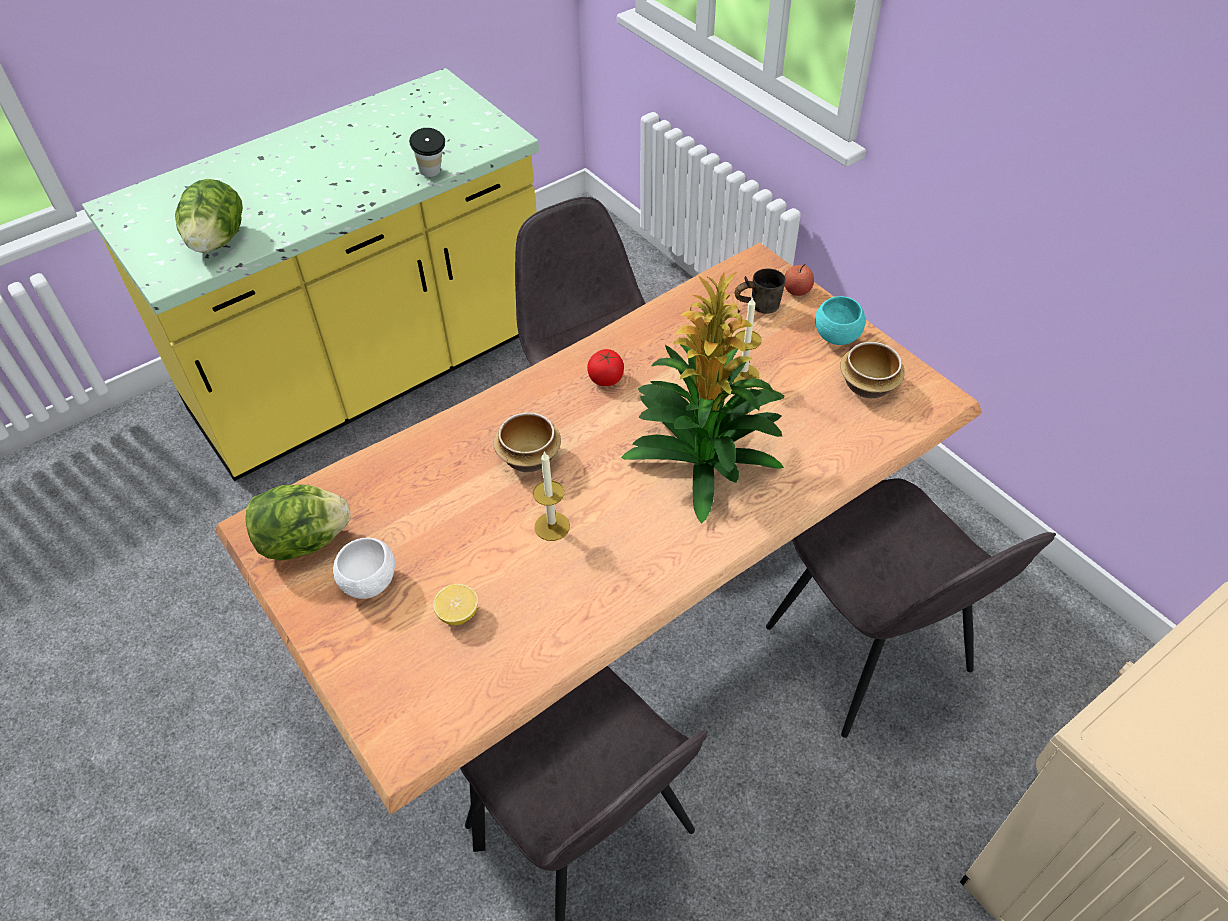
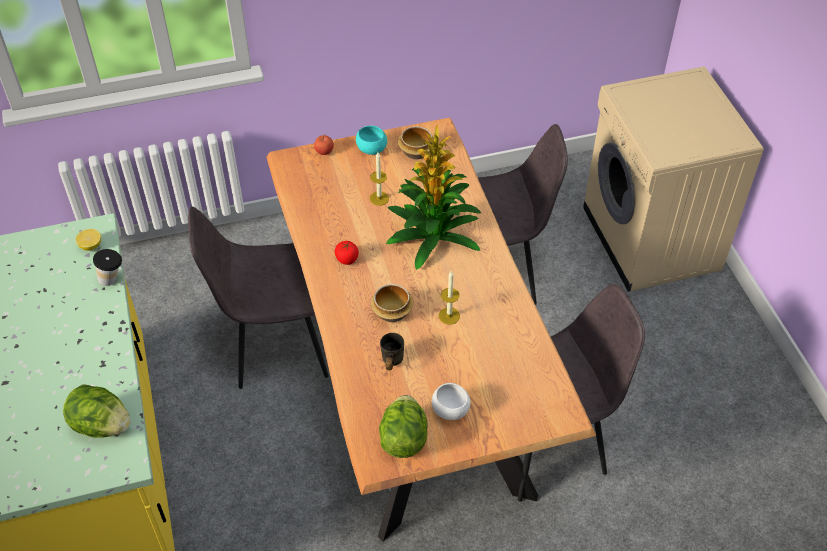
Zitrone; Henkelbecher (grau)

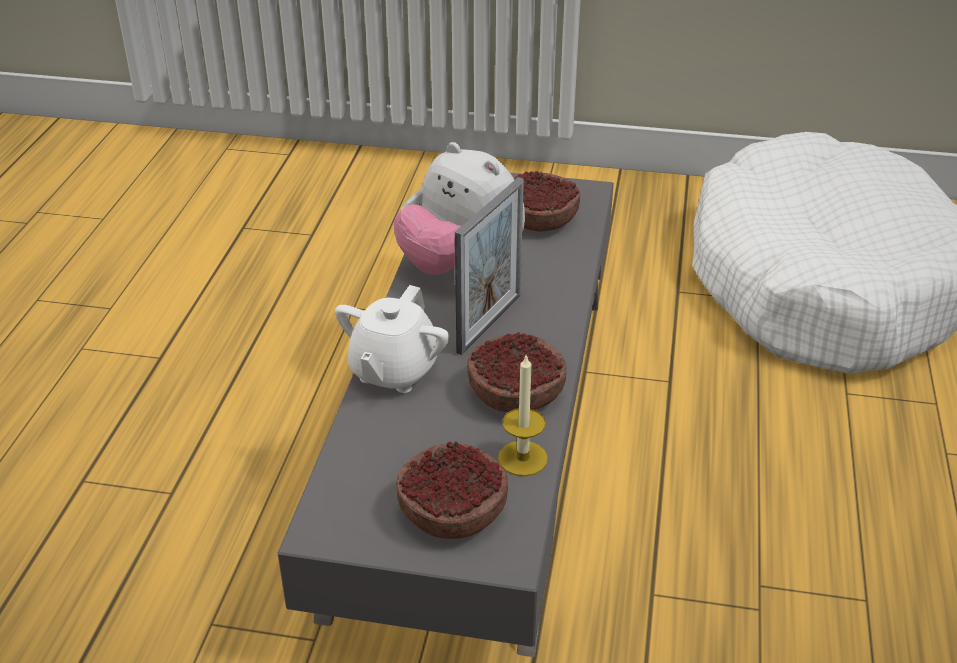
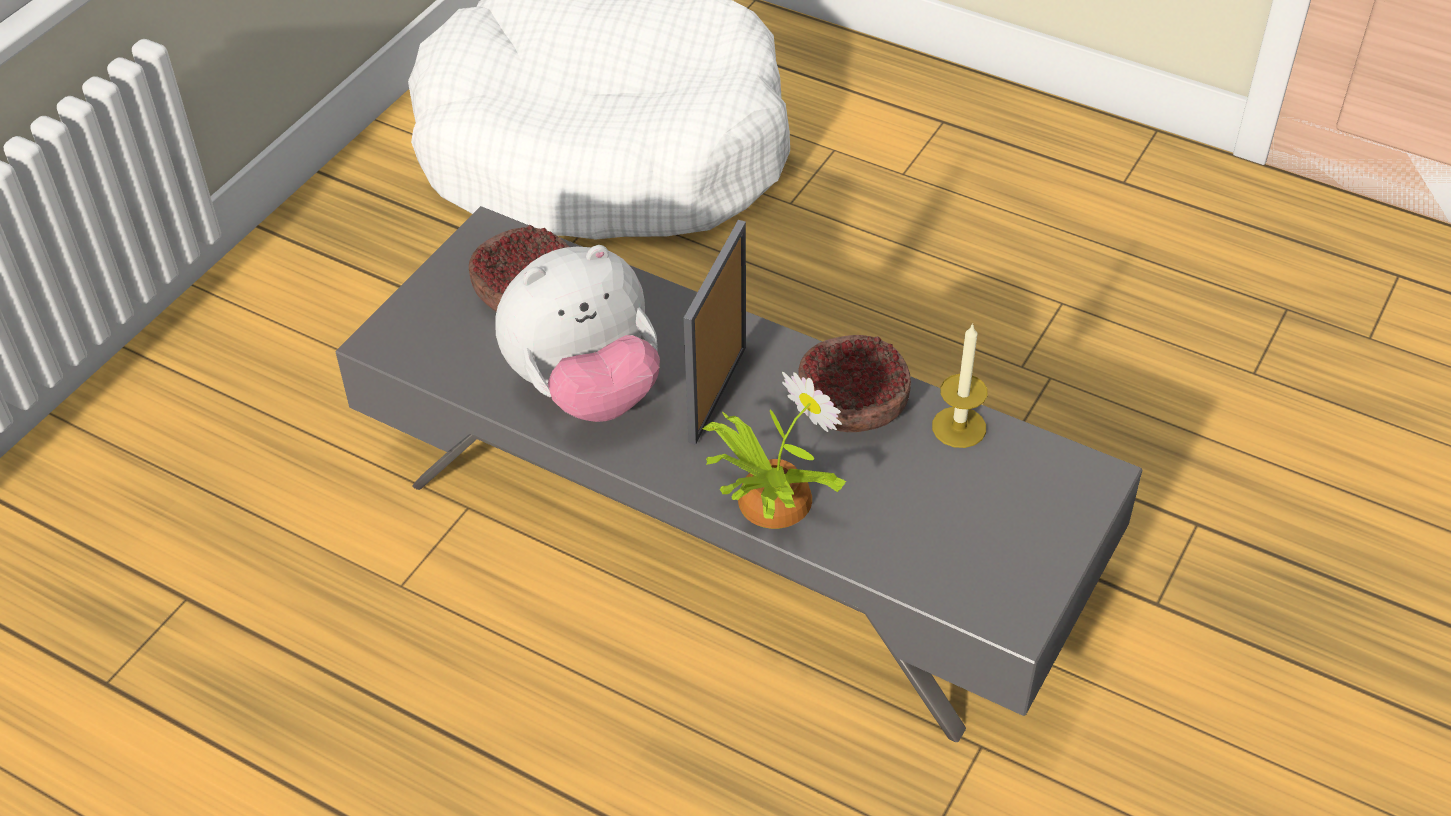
Topfpflanze; Schüssel (1st from left in the first image); Bilderrahmen

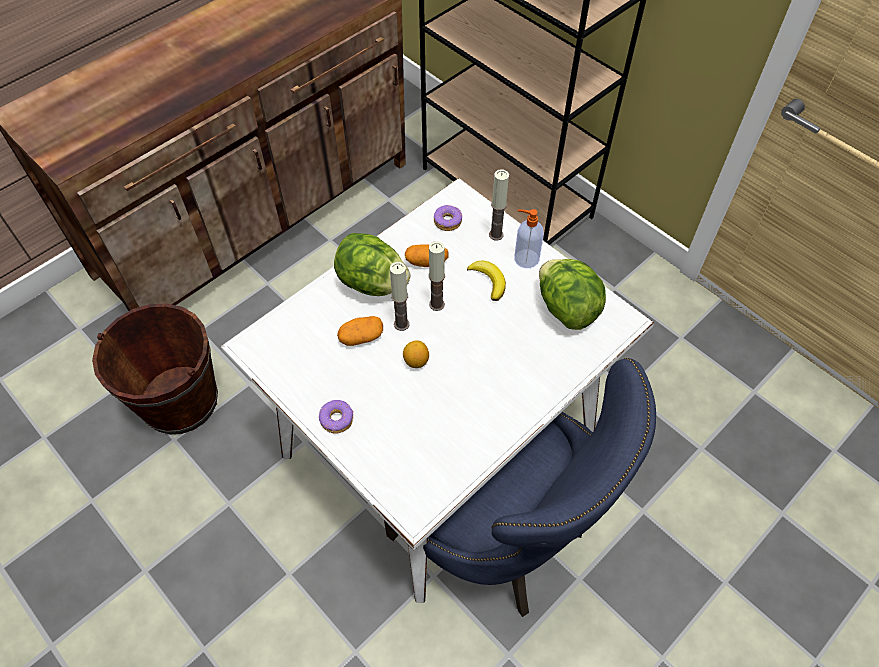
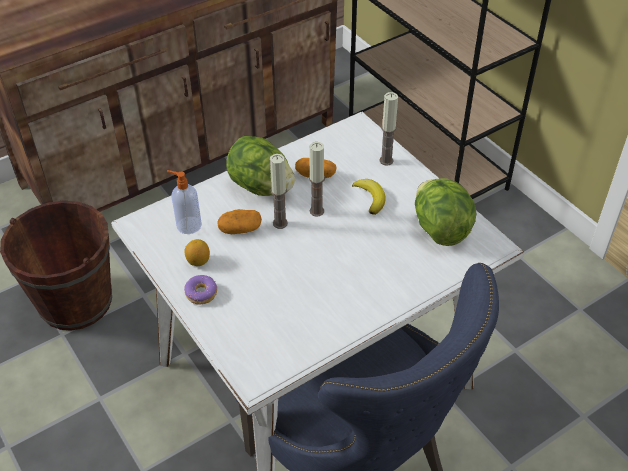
Zitrone; Donut (2nd from left in the first image); Seifenspender

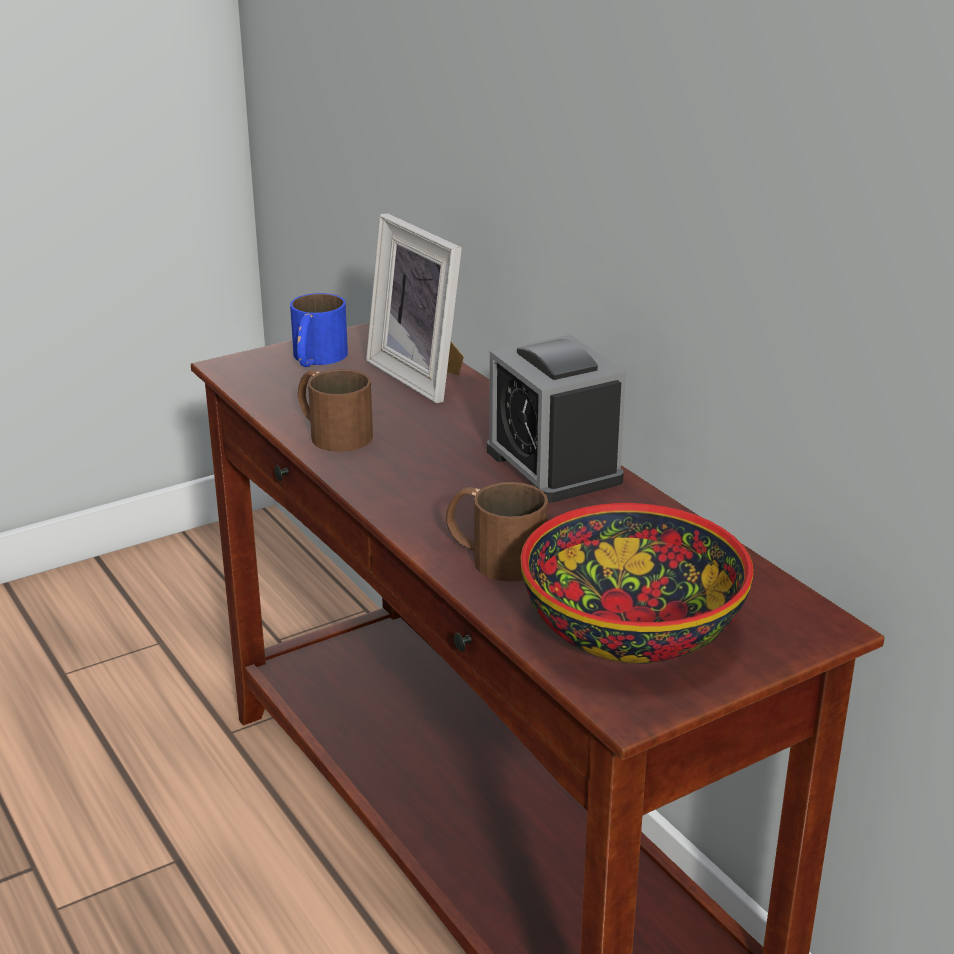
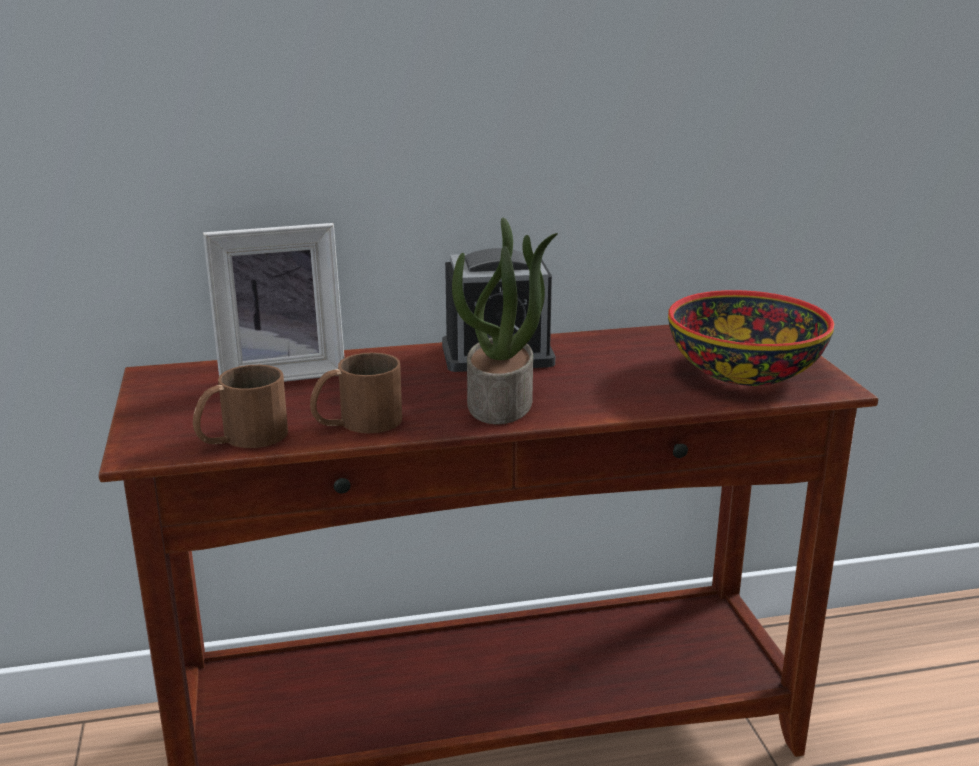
Henkelbecher (blau); Henkelbecher (braun) (1st from left); Topfpflanze

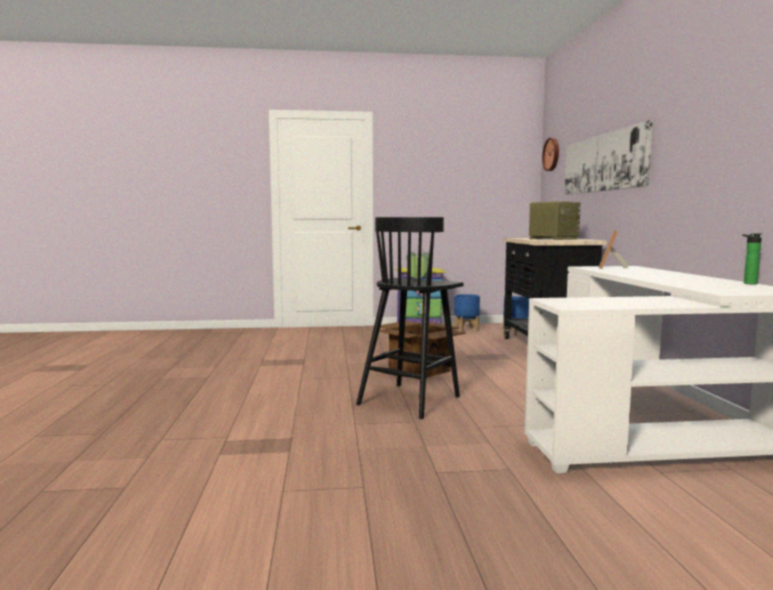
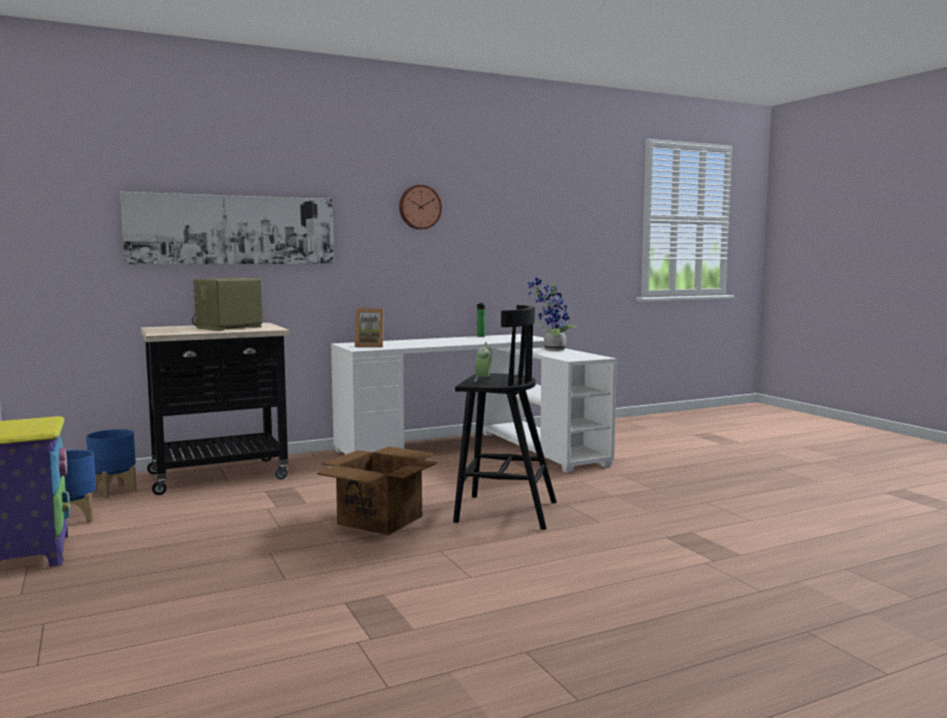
Wanduhr; Topfpflanze

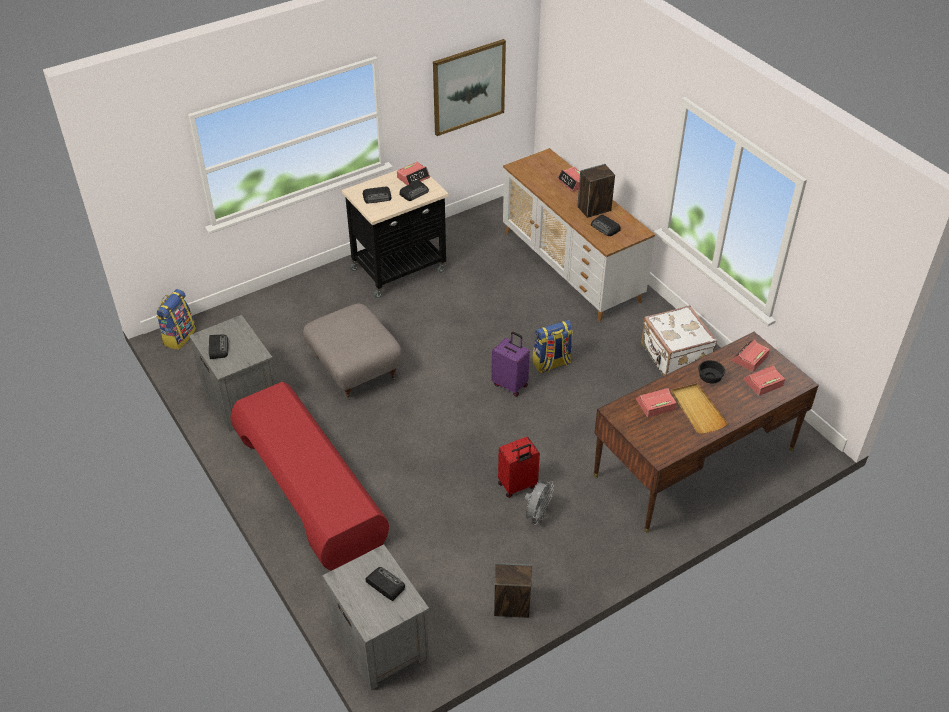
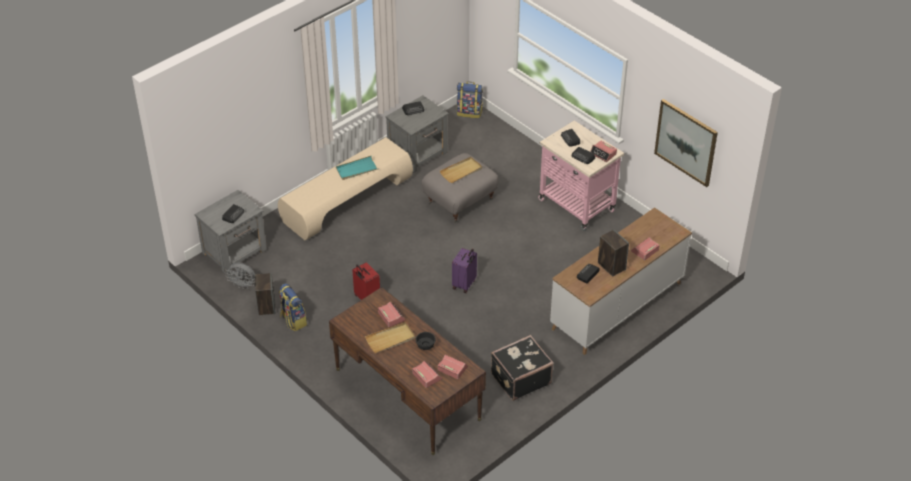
Bank (beige); Rollwagen (rosa); Ventilator (grau); Rucksack (1st from left); Koffer (schwarz); Tablett (türkis); Tablett (beige) (2nd from left)

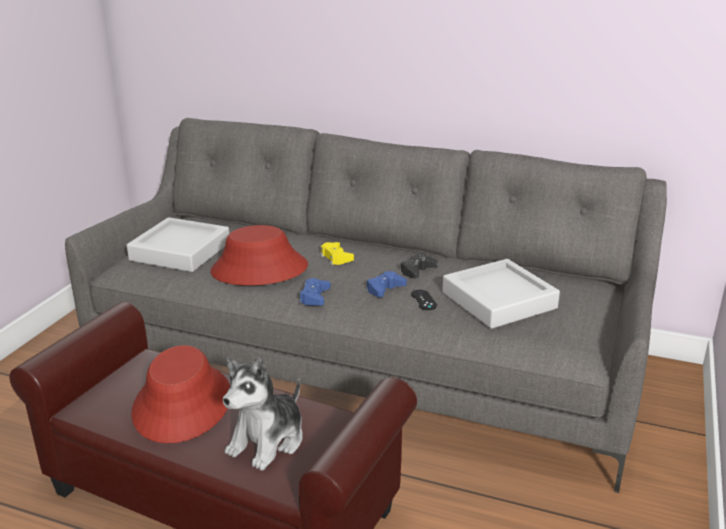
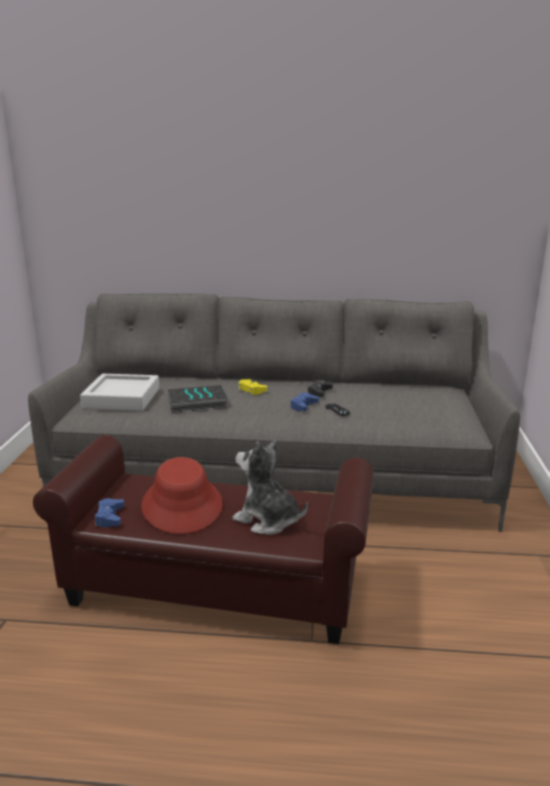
Buch; Plüschtier; Gamepad (blau) (1st from left); Tablett (grau) (2nd from left in the first image)

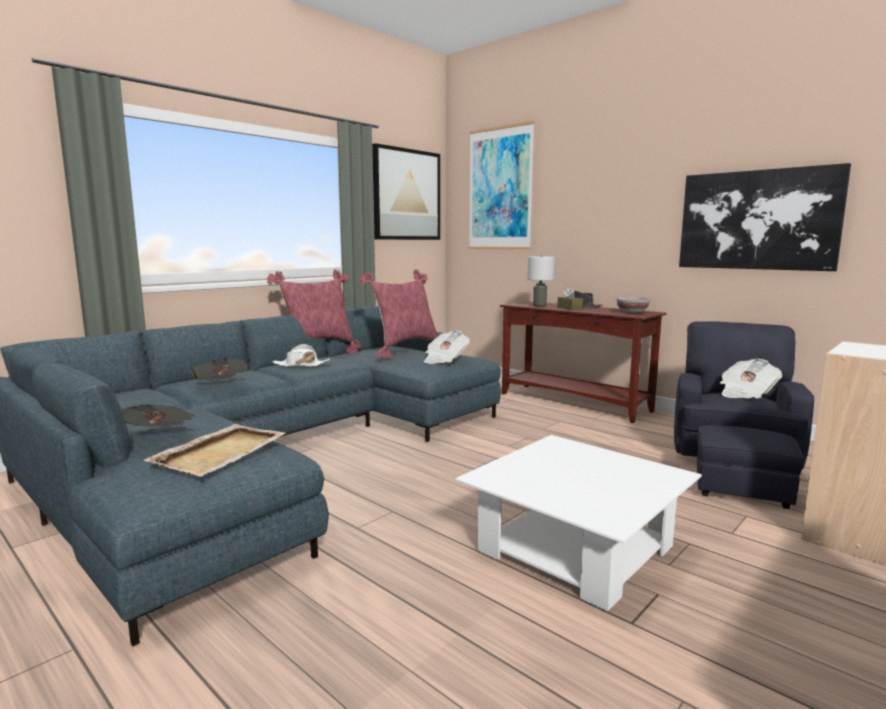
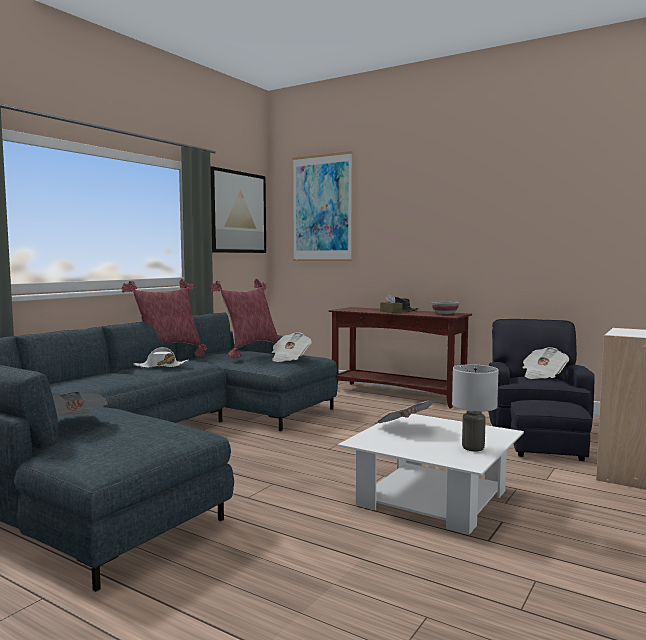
Tablett (beige); Zeitung (3rd from left); Tischlampe (weiß); Bild (3rd from left in the first image)

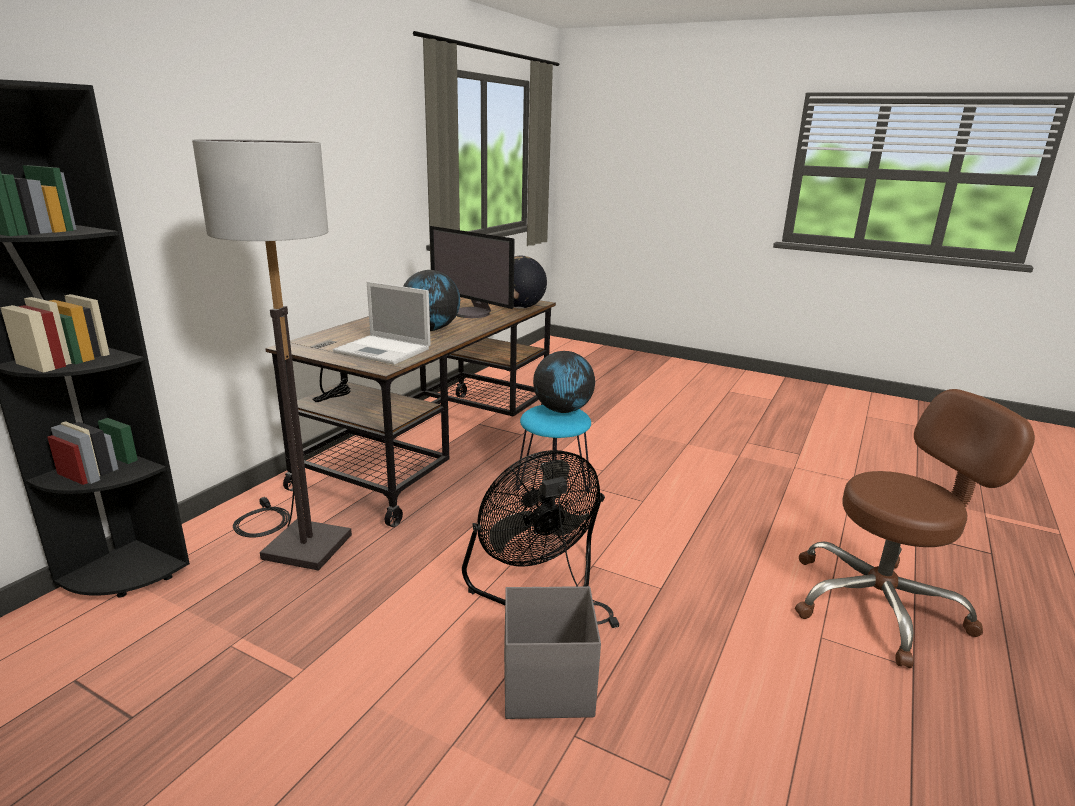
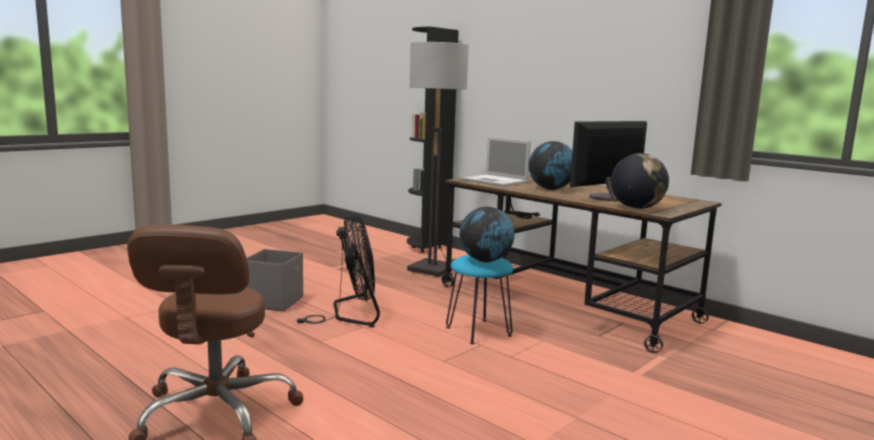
Laptop

